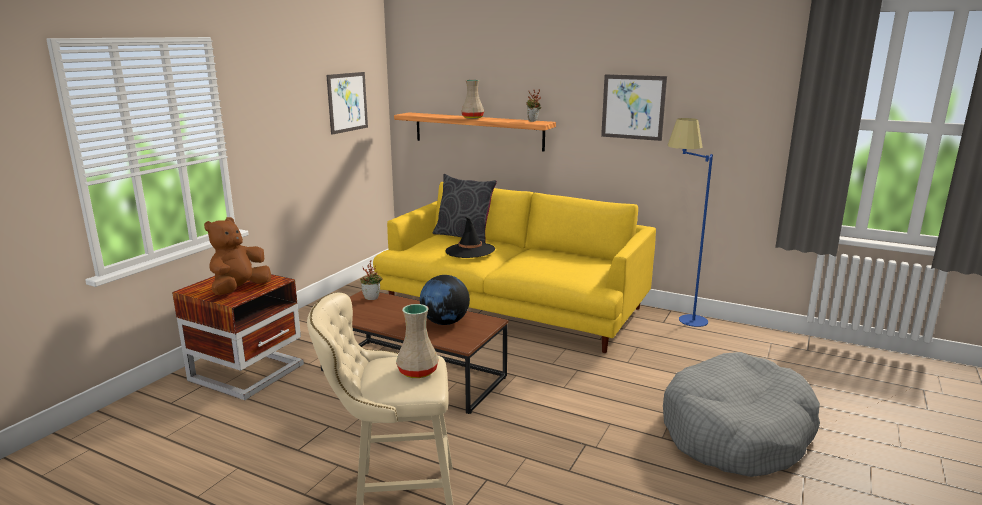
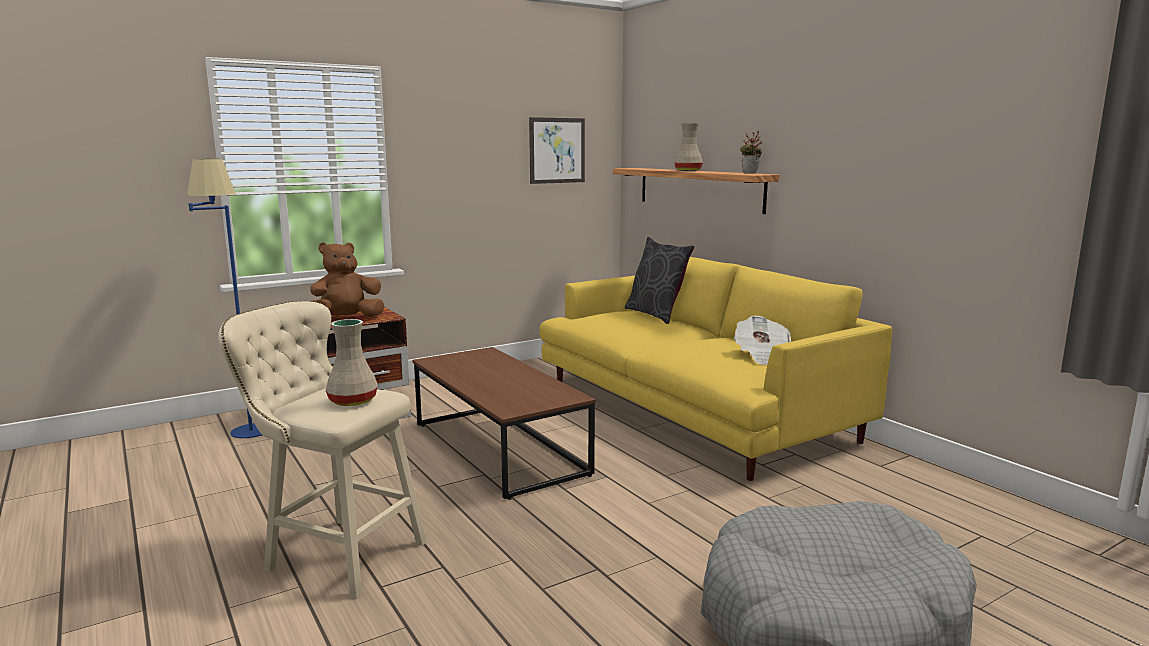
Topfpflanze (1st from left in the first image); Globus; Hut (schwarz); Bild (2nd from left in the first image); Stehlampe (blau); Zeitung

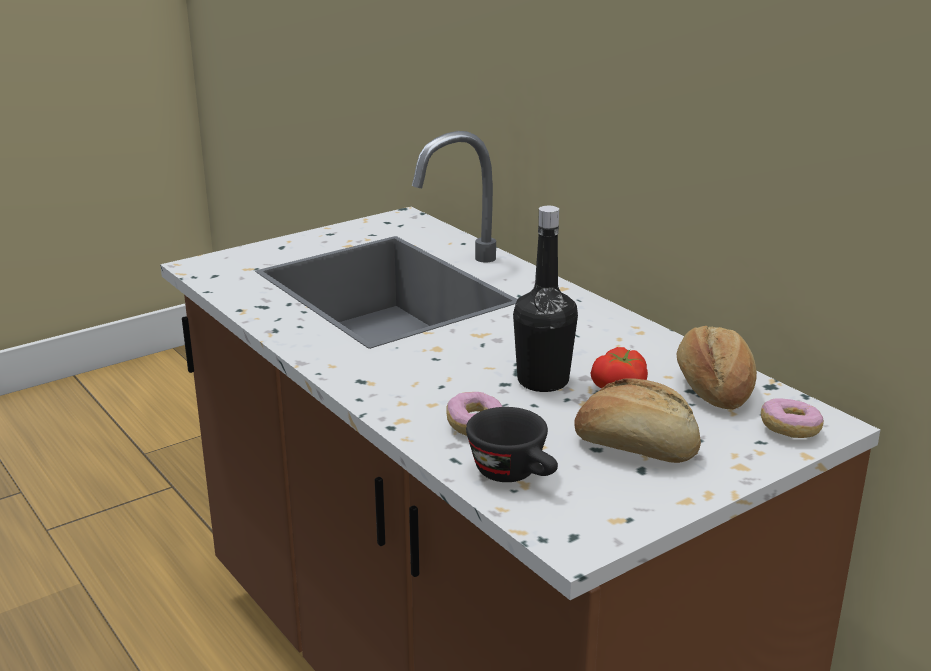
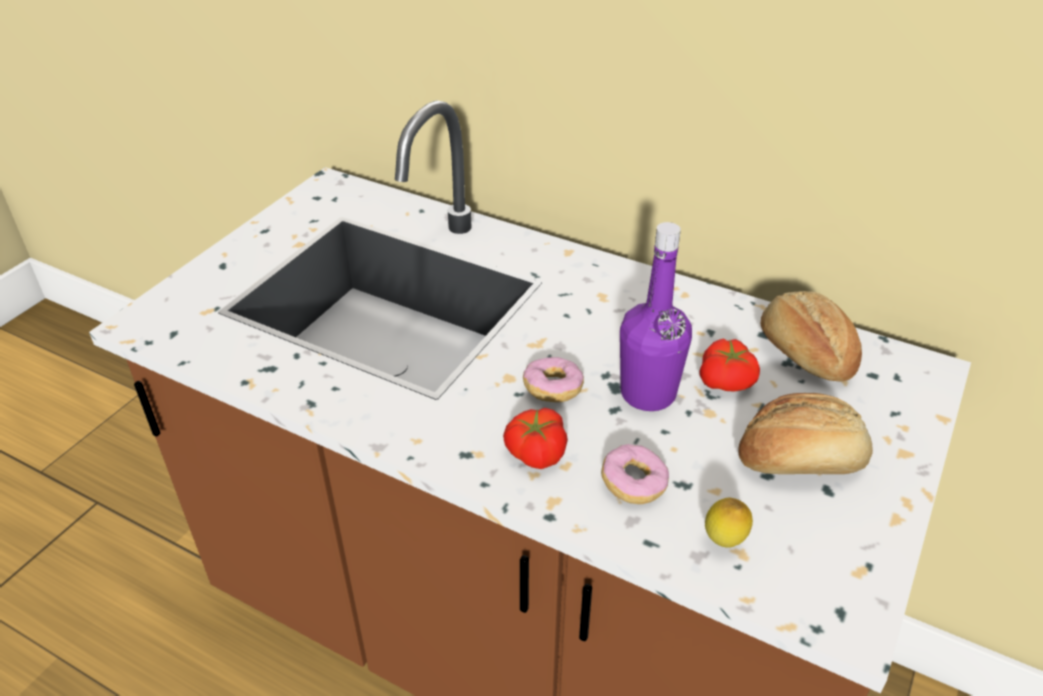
Zitrone; Flasche (lila); Donut (1st from left); Tomate (1st from left)

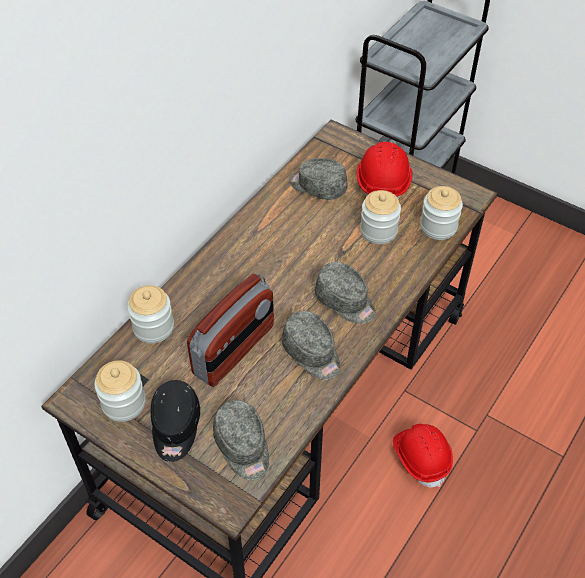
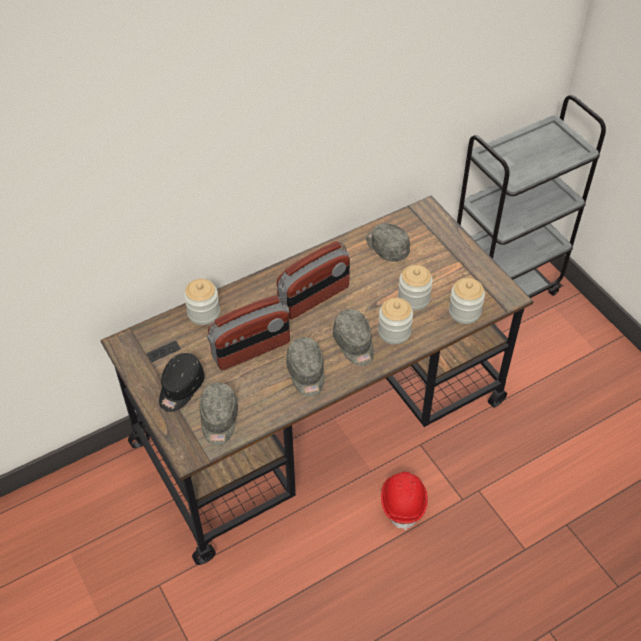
Vorratsglas (2nd from left); Schutzhelm (rot) (1st from left in the first image); Radio (2nd from left)

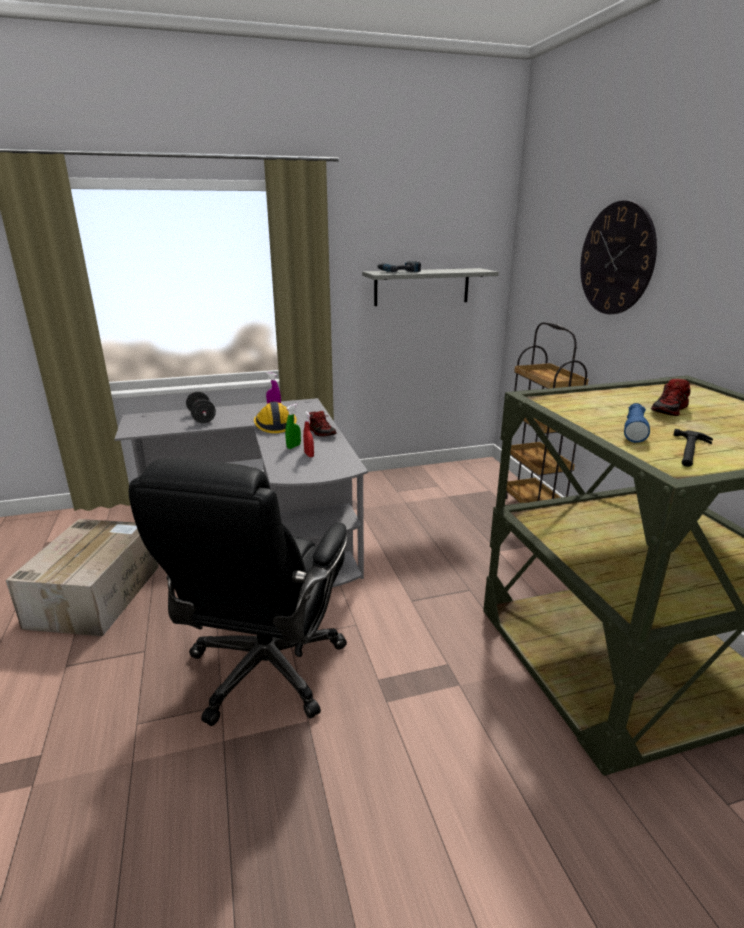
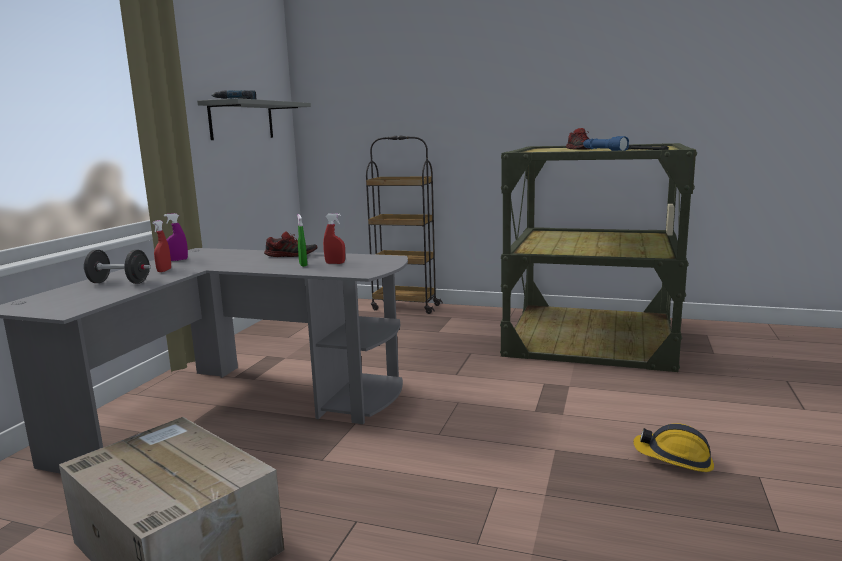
Bürostuhl (schwarz); Schutzhelm; Wanduhr; Sprühflasche (rot) (1st from left)

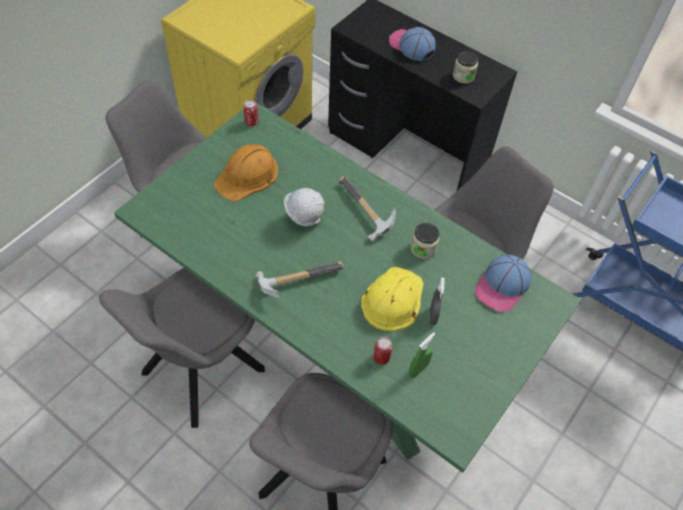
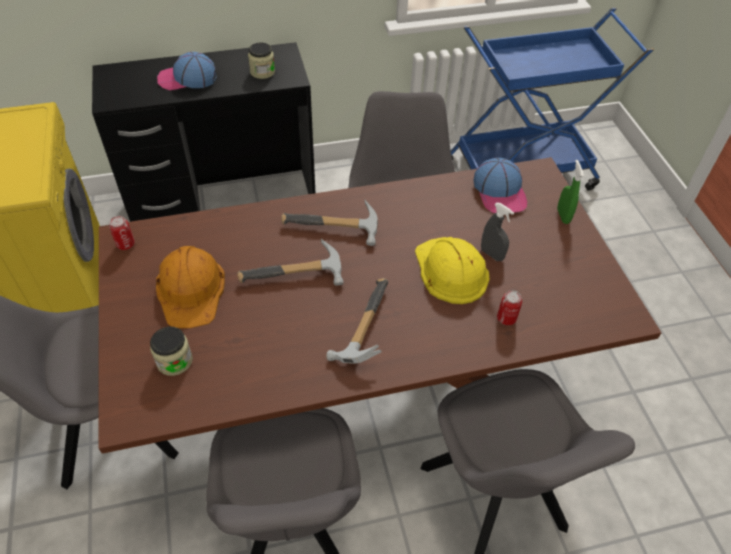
Esstisch (braun); Hammer (1st from left); Sprühflasche (grün); Vorratsglas (1st from left)

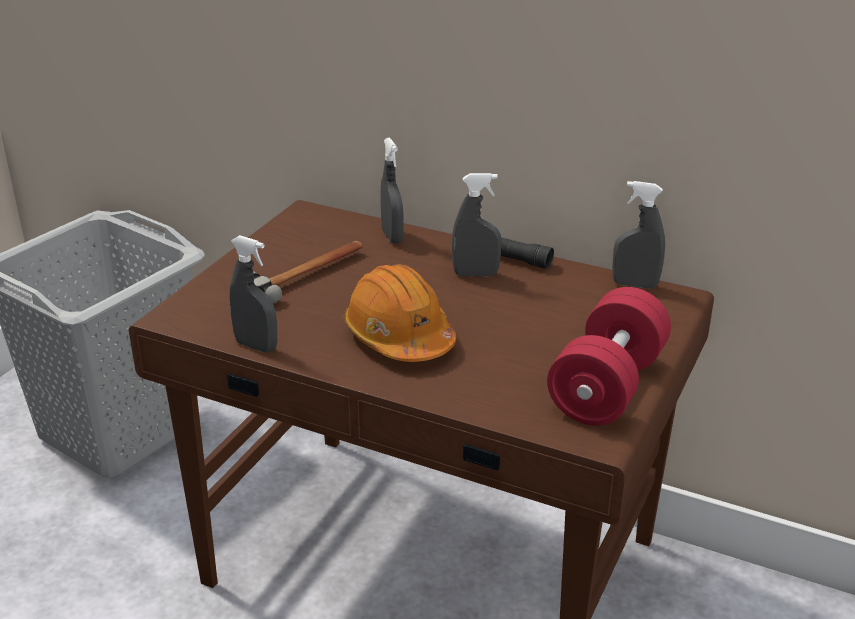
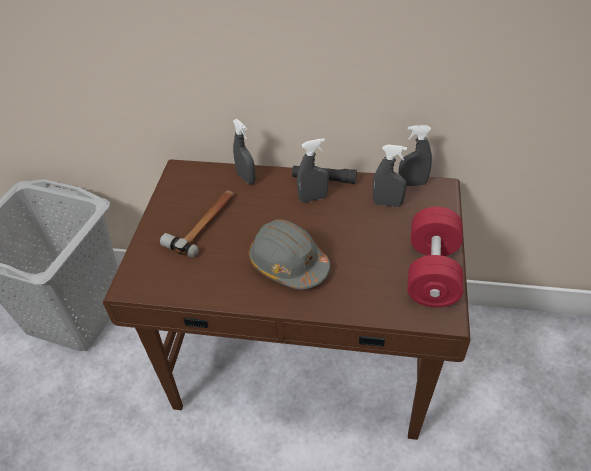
Sprühflasche (grau) (3rd from left); Schutzhelm (grau)

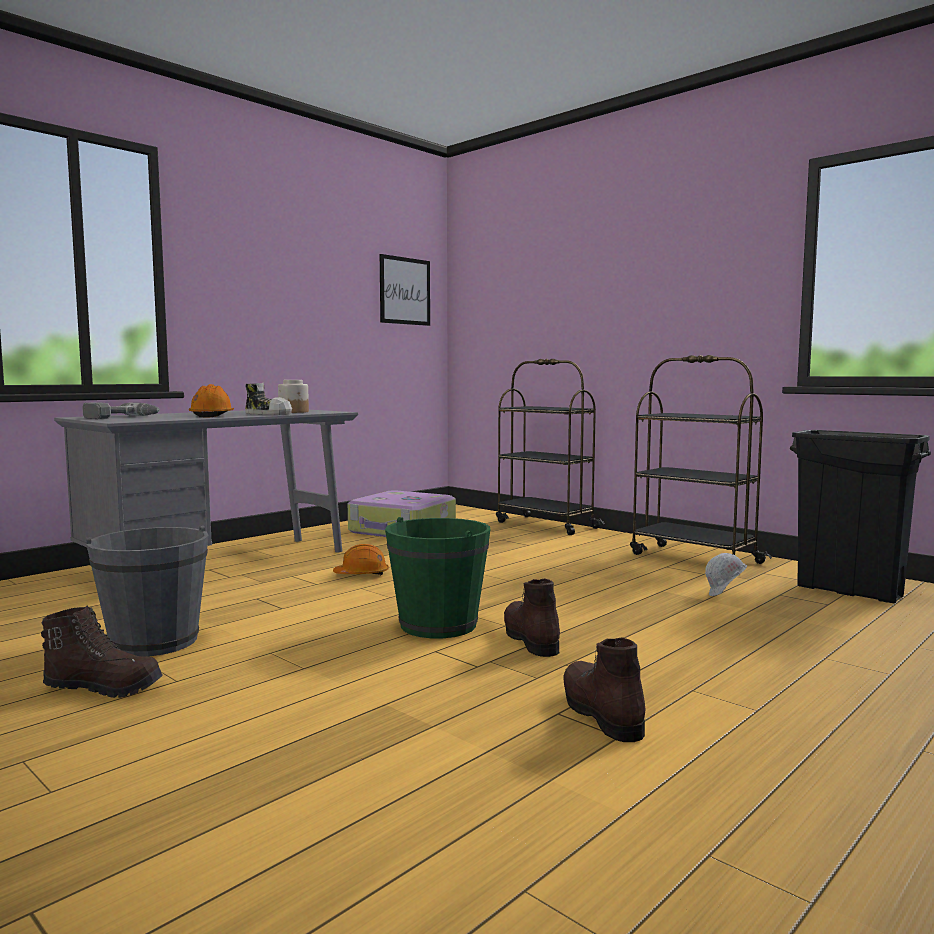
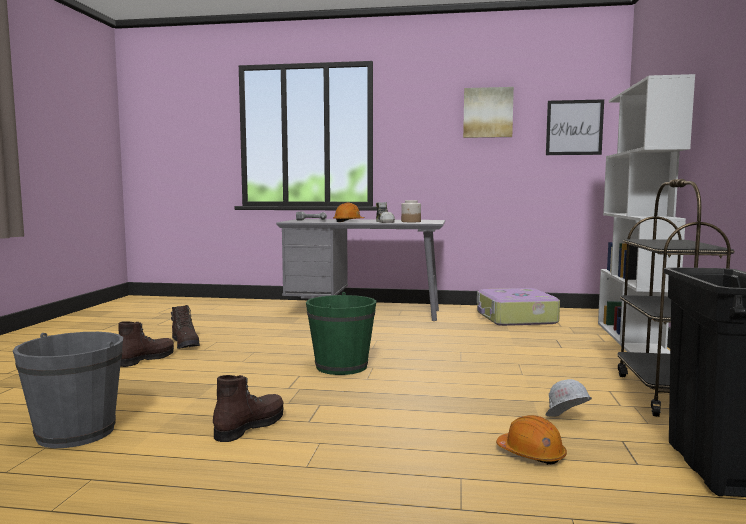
Eimer (grau); Schutzhelm (orange) (2nd from left); Bücherregal (weiß); Stiefel (braun) (1st from left); Bild (1st from left)

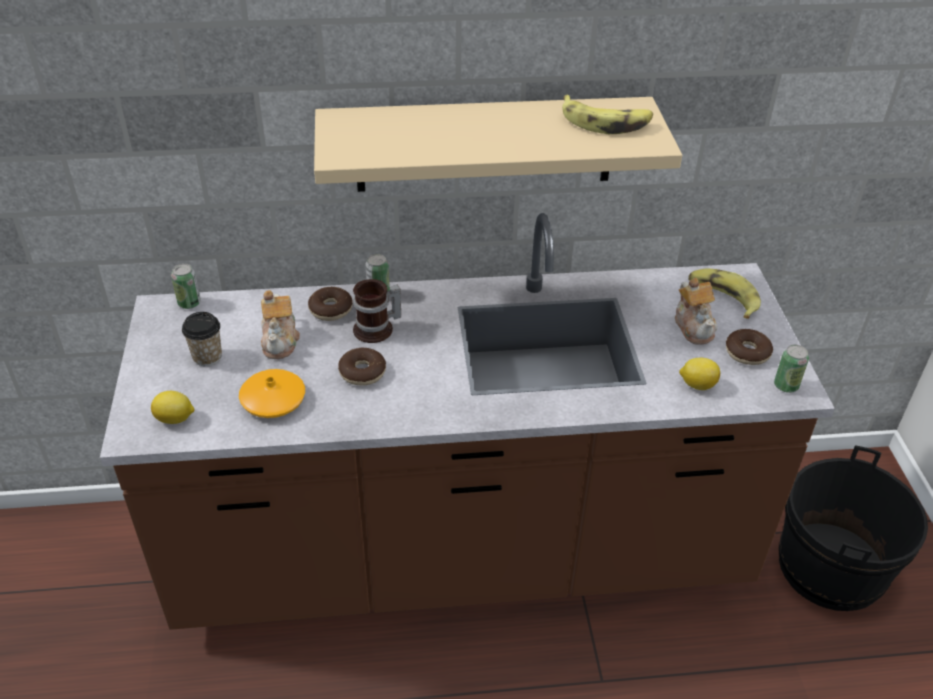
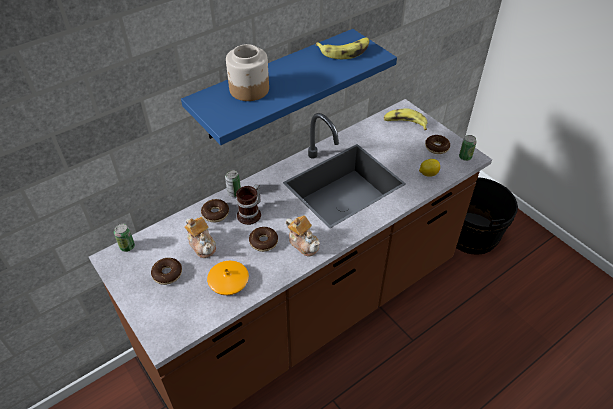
Zitrone (1st from left in the first image); Donut (1st from left); Wandregal (blau); Teekanne (2nd from left); Vorratsglas

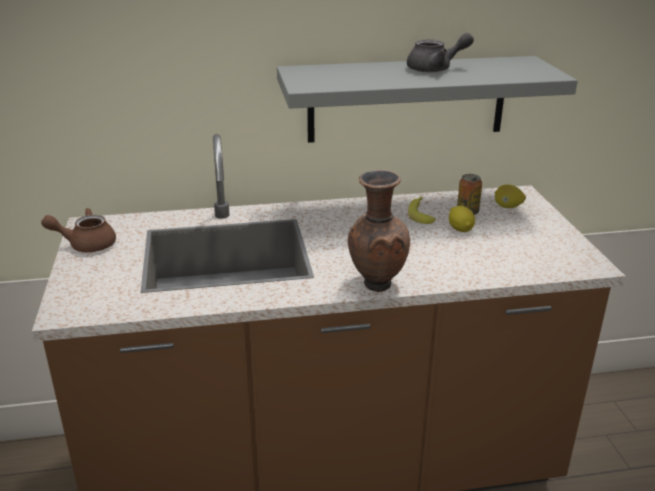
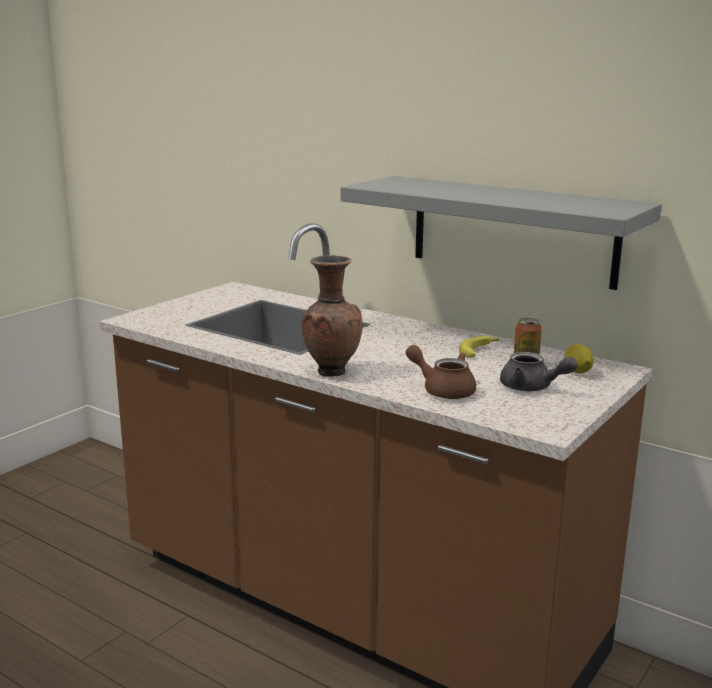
Teekanne (braun); Teekanne (grau); Zitrone (1st from left in the first image)

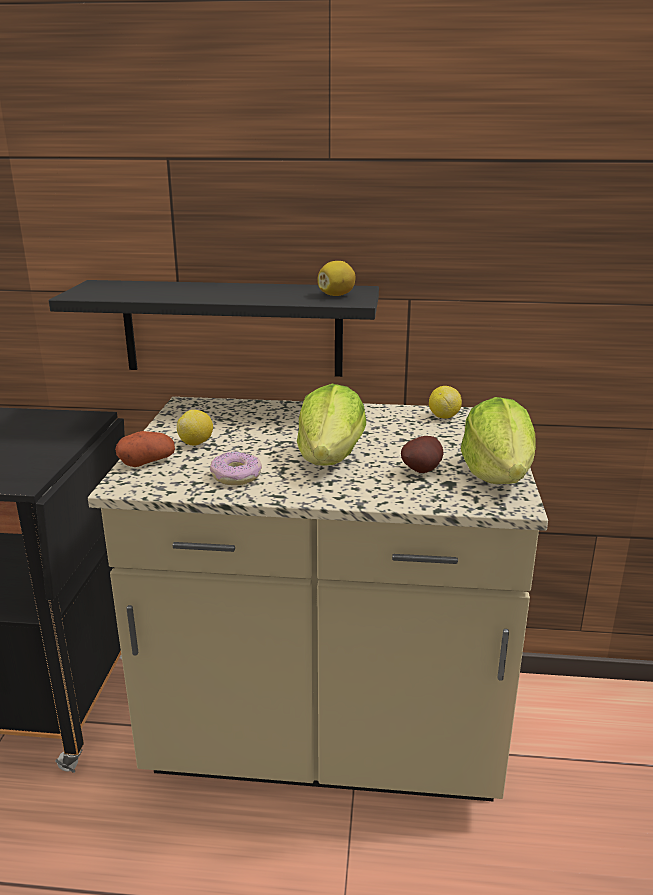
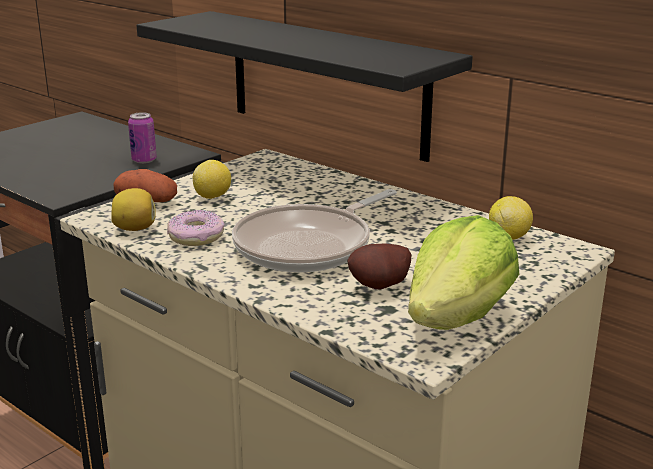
Pfanne; Zitrone (1st from left); Dose

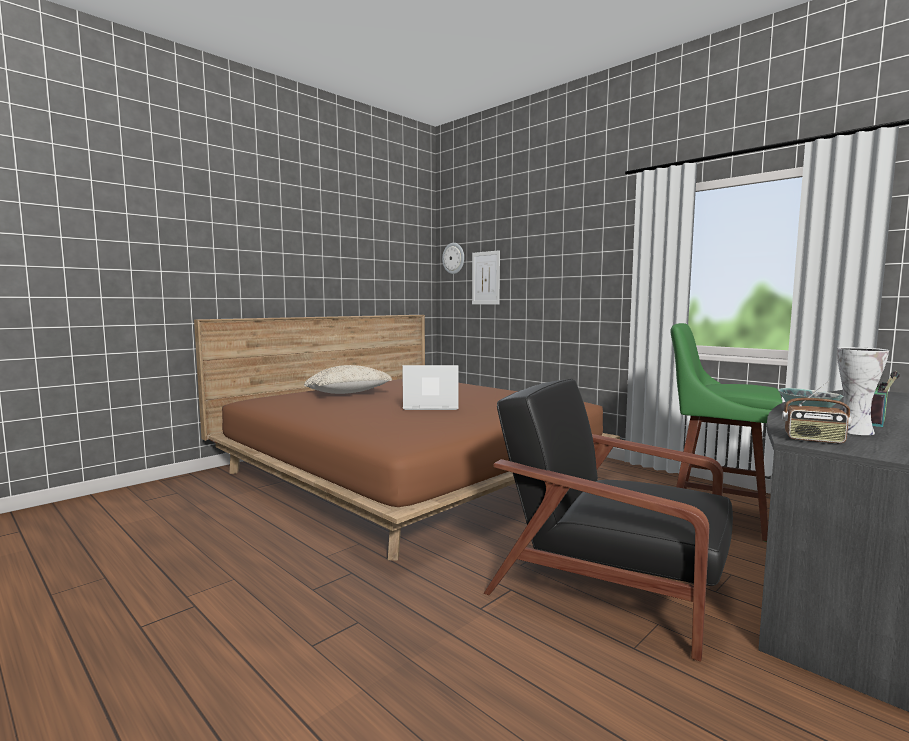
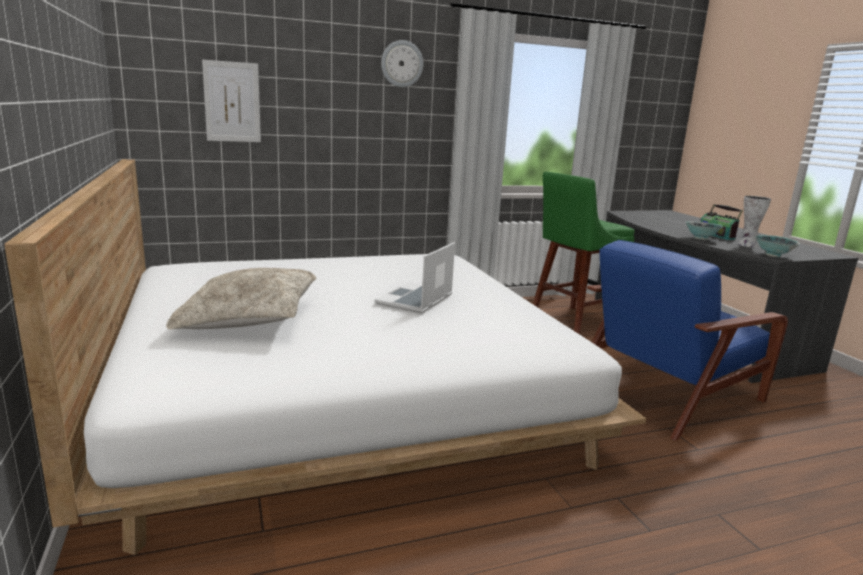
Bett (weiß); Wanduhr; Sessel (blau); Schüssel (2nd from left)

